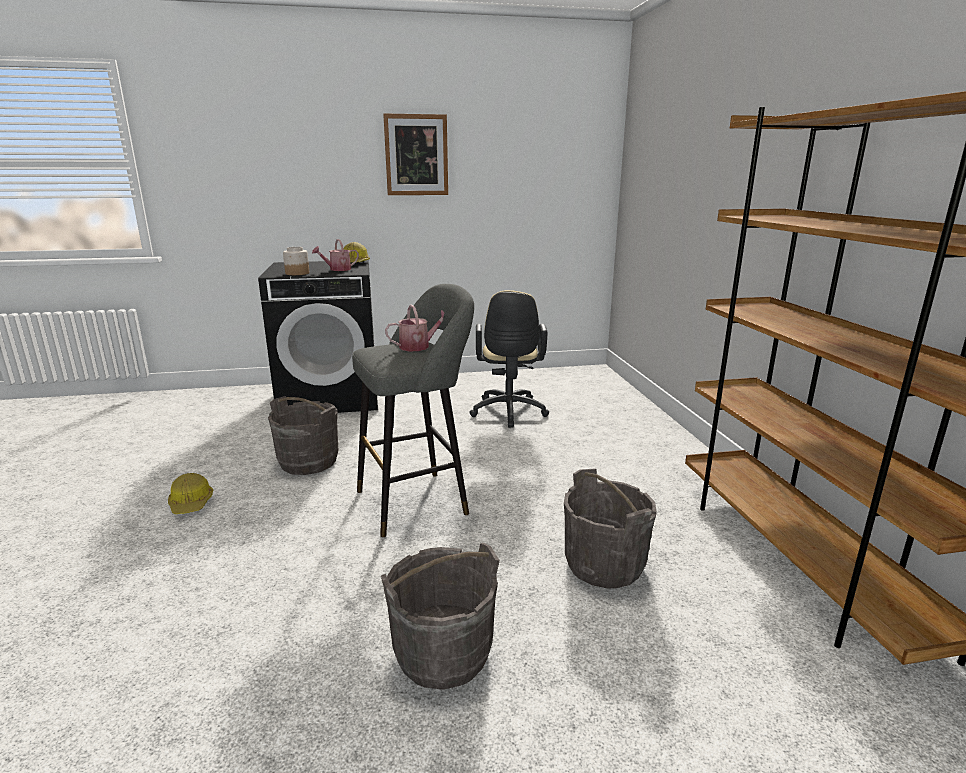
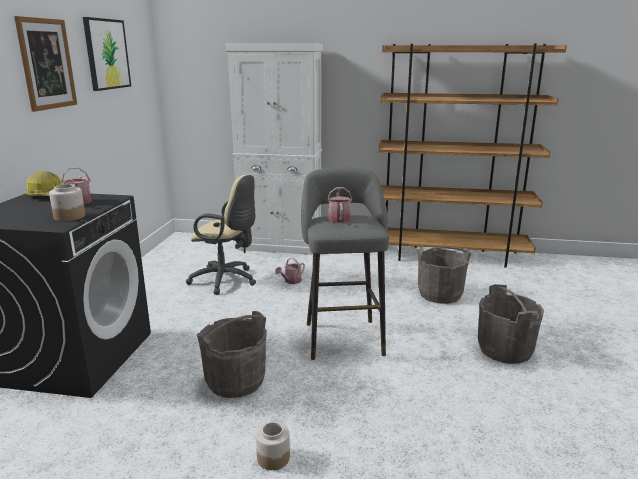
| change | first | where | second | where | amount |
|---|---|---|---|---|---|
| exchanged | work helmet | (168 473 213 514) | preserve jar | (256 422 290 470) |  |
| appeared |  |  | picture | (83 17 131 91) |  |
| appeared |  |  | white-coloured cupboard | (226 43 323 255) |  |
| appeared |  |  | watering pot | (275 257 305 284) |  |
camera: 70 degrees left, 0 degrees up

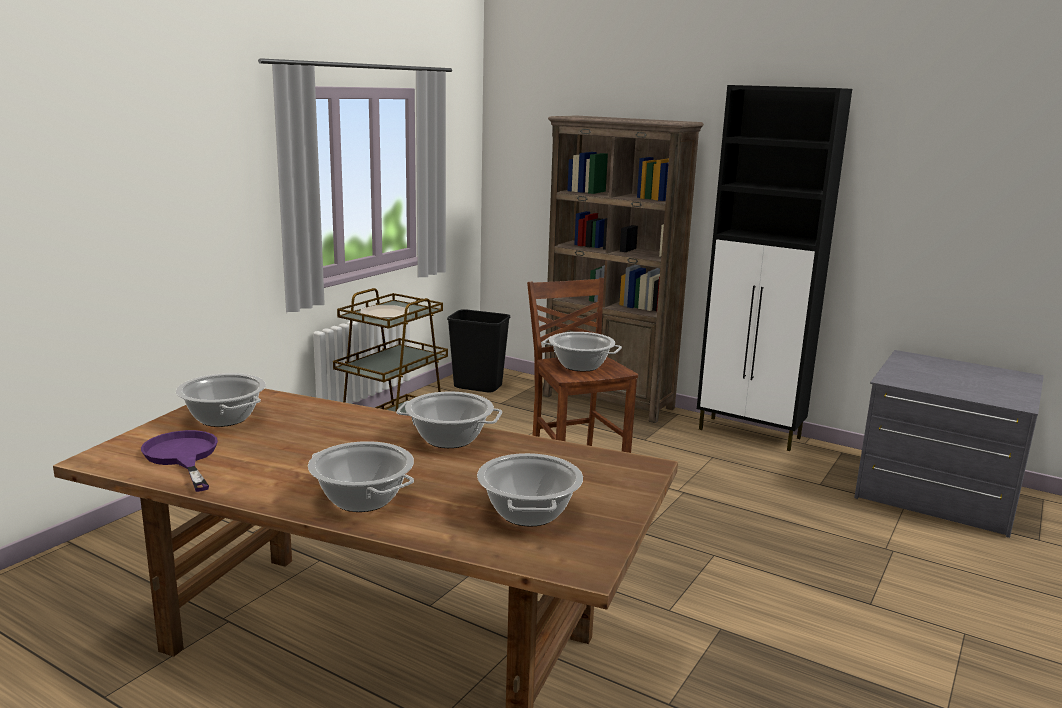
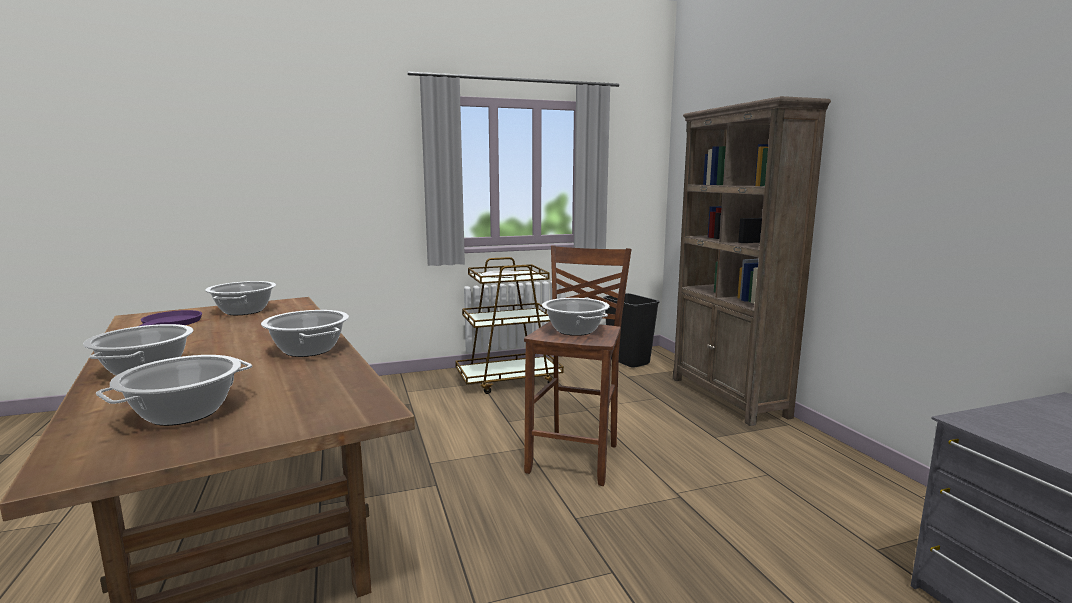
| change | first | where | second | where | amount |
|---|---|---|---|---|---|
| missing | blackish cupboard | (697 85 852 451) |  |  |  |
camera: 40 degrees right, 5 degrees down

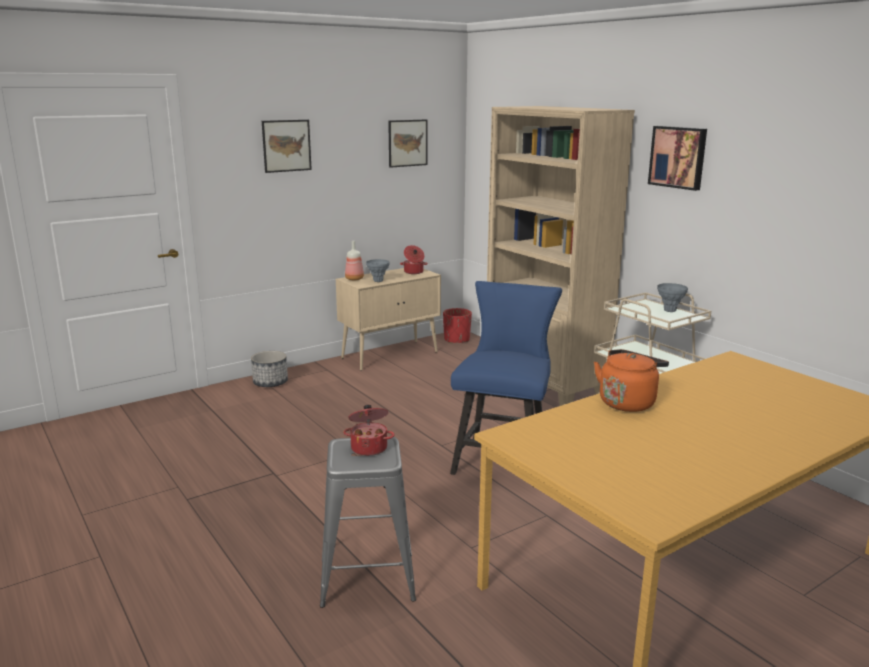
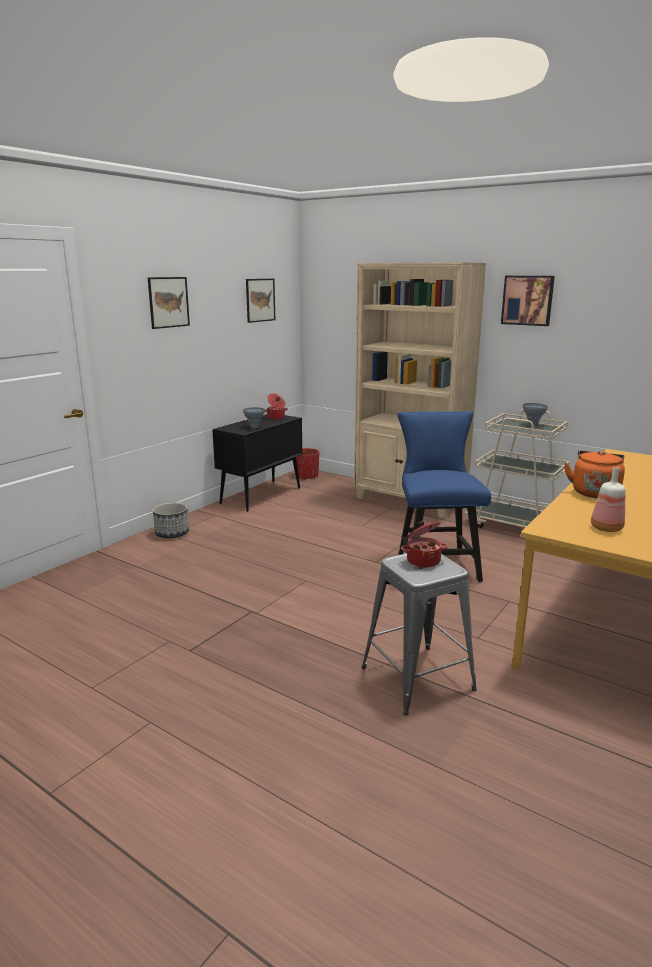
| change | first | where | second | where | amount |
|---|---|---|---|---|---|
| relocated | beverage bottle | (345 241 364 280) |  | (591 467 625 532) |  |
| colour | sand-coloured cupboard | (336 268 441 371) | blackish cupboard | (212 414 302 512) |  |
camera: 20 degrees left, 0 degrees up

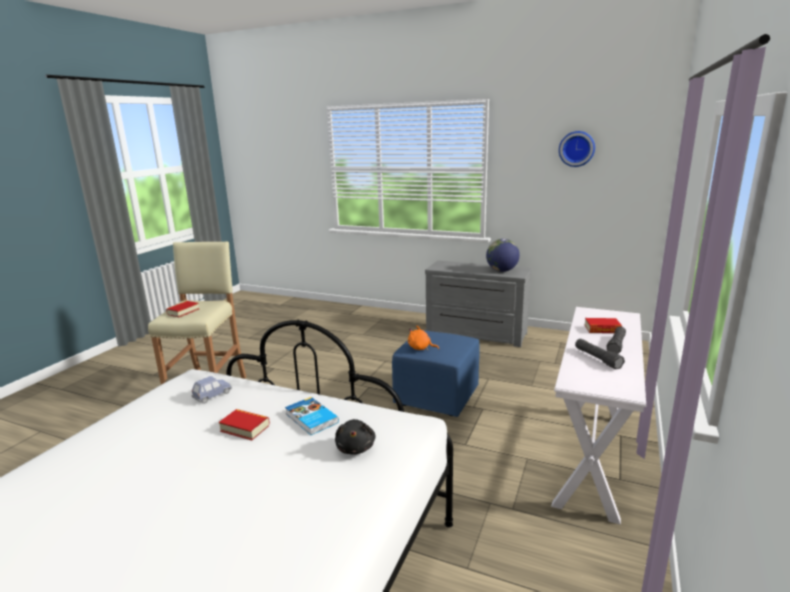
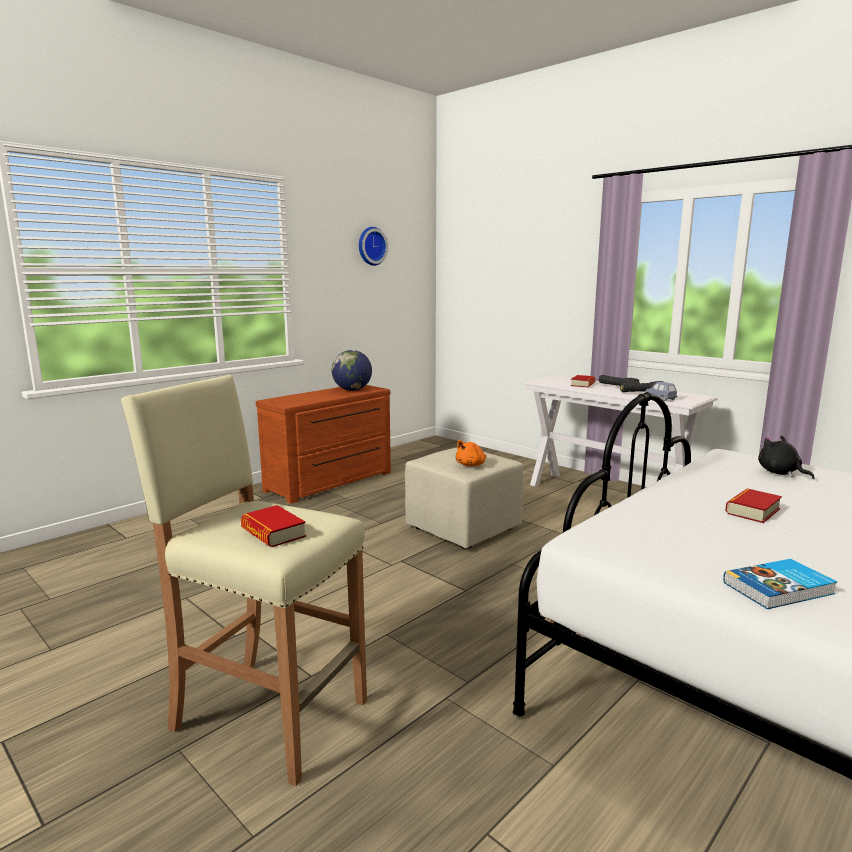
| change | first | where | second | where | amount |
|---|---|---|---|---|---|
| colour | gray dresser | (425 260 532 347) | brown dresser | (256 385 391 504) |  |
| colour | bluish footrest | (392 330 480 417) | sand-coloured footrest | (405 448 523 549) |  |
| relocated | bluish miniature car | (191 376 232 404) |  | (645 382 677 401) |  |
| relocated | bound book | (285 397 339 435) |  | (723 559 837 609) |  |
| spun | blackish soft toy | (335 419 376 455) |  | (758 435 814 479) | 135 degrees counterclockwise |
camera: 70 degrees left, 5 degrees down

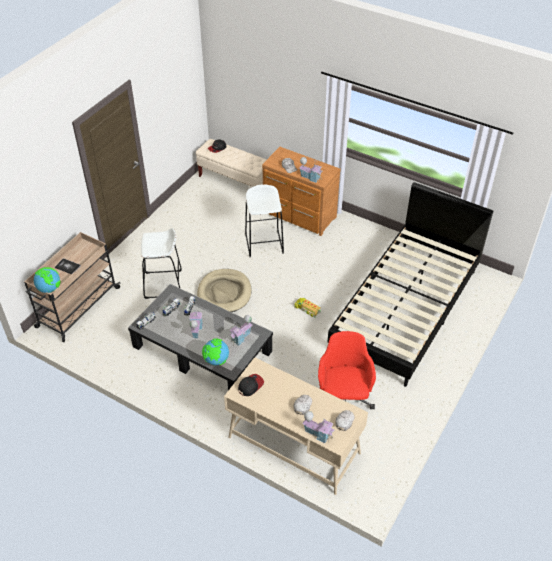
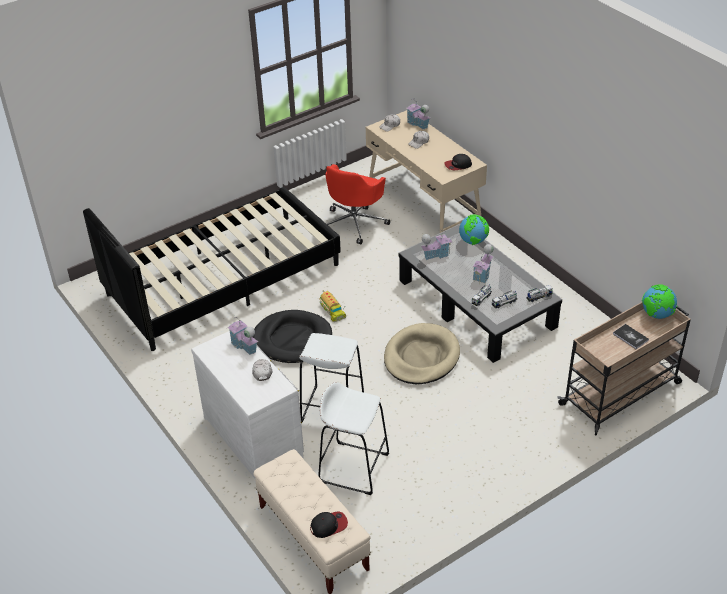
| change | first | where | second | where | amount |
|---|---|---|---|---|---|
| colour | brown dresser | (262 147 341 236) | white-coloured dresser | (191 331 304 478) |  |
| relocated | white-coloured stool seat | (141 228 181 299) |  | (318 382 389 495) |  |
| appeared |  |  | blackish dog bed | (253 310 332 363) |  |
camera: 155 degrees left, 5 degrees down

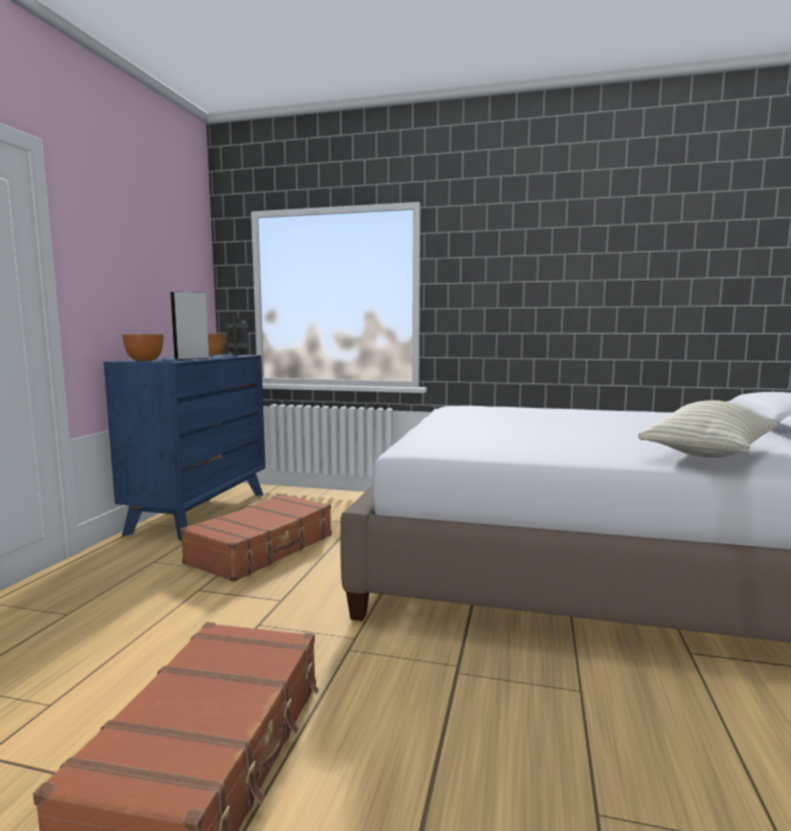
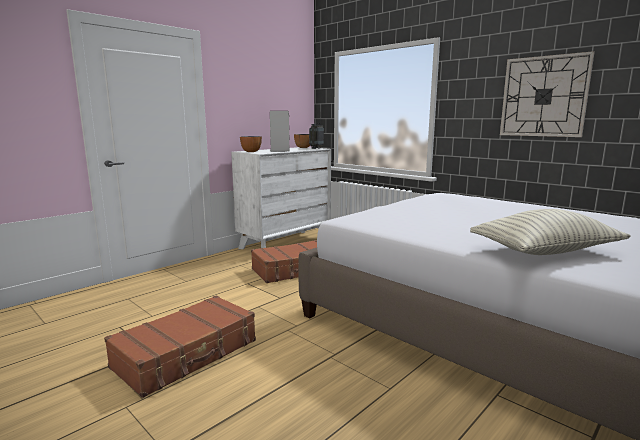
| change | first | where | second | where | amount |
|---|---|---|---|---|---|
| colour | bluish dresser | (104 355 265 542) | white-coloured dresser | (231 147 331 249) |  |
| appeared |  |  | hanging clock | (500 51 595 137) |  |
camera: 30 degrees right, 5 degrees up

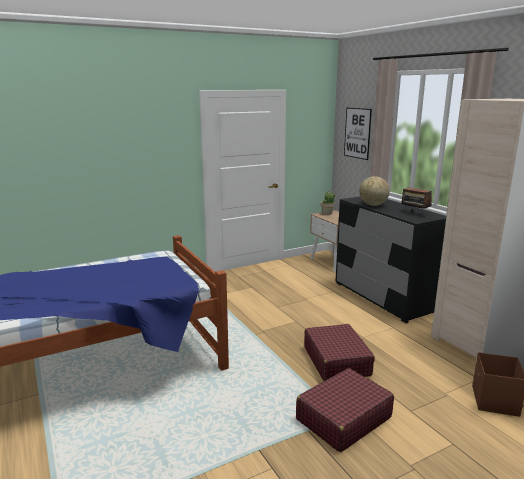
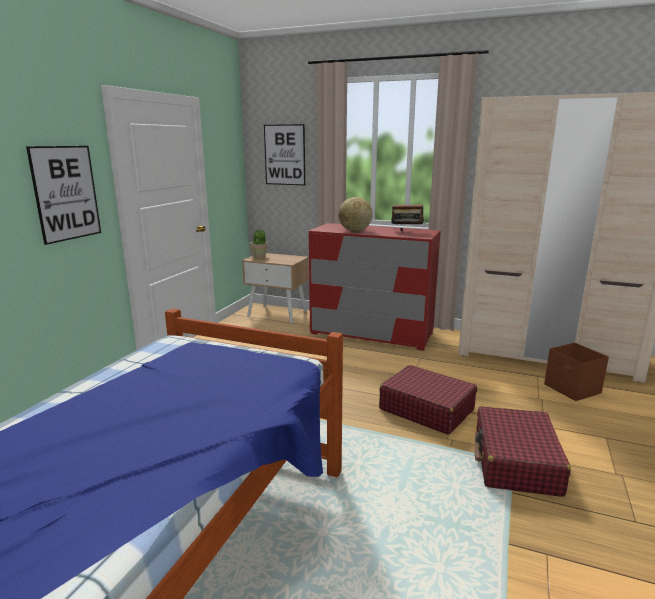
| change | first | where | second | where | amount |
|---|---|---|---|---|---|
| colour | blackish dresser | (336 196 446 323) | red-coloured dresser | (309 223 441 351) |  |
| appeared |  |  | picture | (26 146 101 245) |  |
camera: 40 degrees left, 0 degrees up

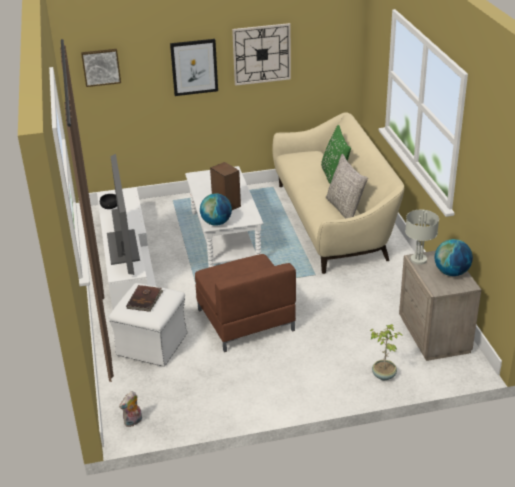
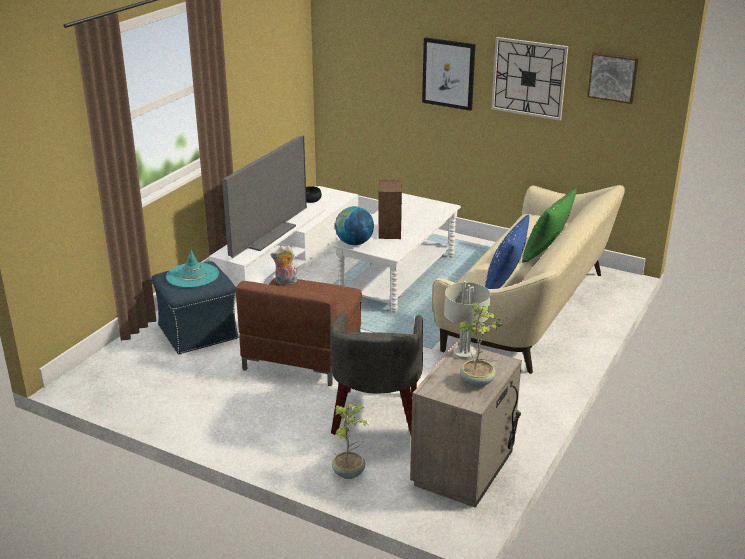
| change | first | where | second | where | amount |
|---|---|---|---|---|---|
| relocated | picture | (81 49 121 87) |  | (587 52 639 104) |  |
| colour | gray throw pillow | (326 154 368 218) | bluish throw pillow | (485 215 529 289) |  |
| exchanged | desk globe | (435 239 473 276) | potted plant | (457 302 506 388) |  |
| colour | white-coloured footrest | (109 283 188 367) | bluish footrest | (151 261 239 354) |  |
| exchanged | brown bound book | (126 285 164 312) | turquoise-coloured clothing hat | (166 248 219 288) |  |
| relocated | soft toy | (119 391 142 427) |  | (271 245 297 285) |  |
| appeared |  |  | gray easy chair | (330 311 423 435) |  |
camera: 40 degrees right, 5 degrees down

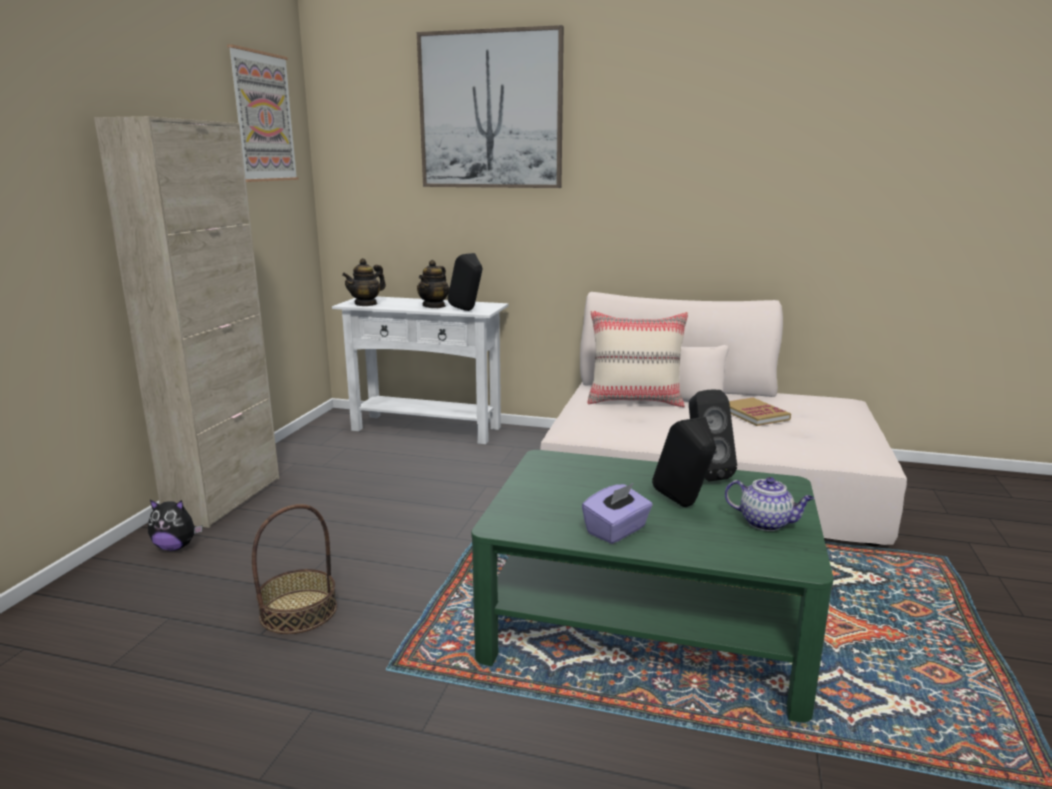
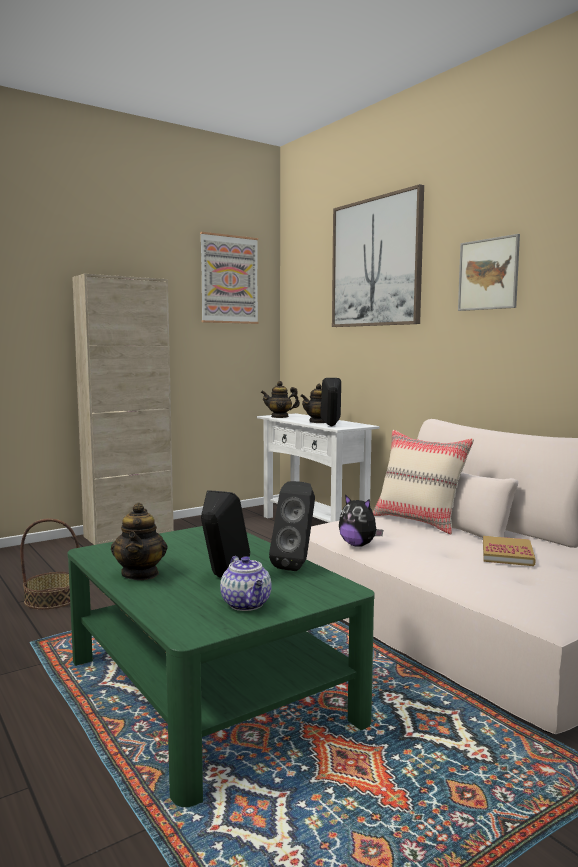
| change | first | where | second | where | amount |
|---|---|---|---|---|---|
| exchanged | purple box of tissues | (582 483 653 544) | pot for tea | (111 503 167 580) |  |
| relocated | soft toy | (148 500 202 551) |  | (339 494 383 547) |  |
| appeared |  |  | picture | (458 234 520 311) |  |
camera: 40 degrees right, 10 degrees down

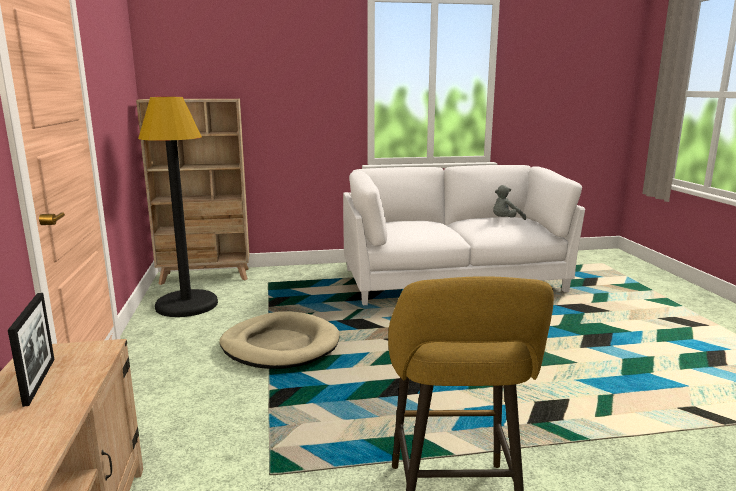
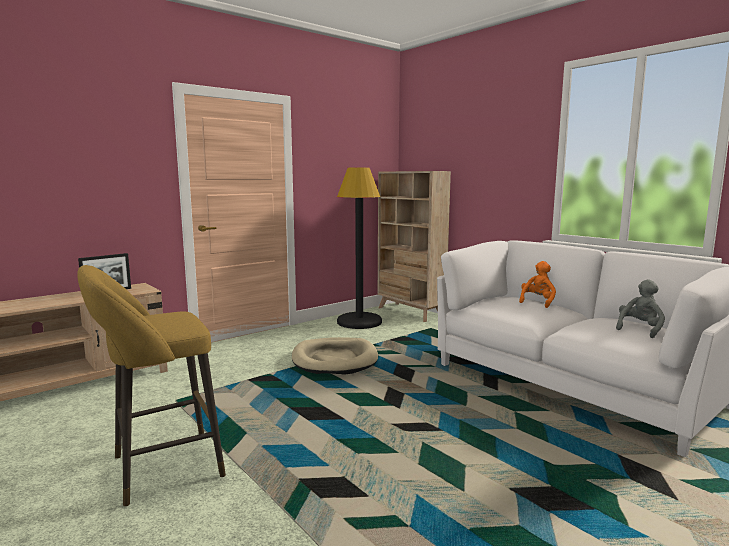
| change | first | where | second | where | amount |
|---|---|---|---|---|---|
| spun | gray soft toy | (493 185 526 220) |  | (616 279 665 338) | 105 degrees clockwise |
| appeared |  |  | orangey soft toy | (519 261 556 308) |  |
camera: 60 degrees right, 5 degrees down

